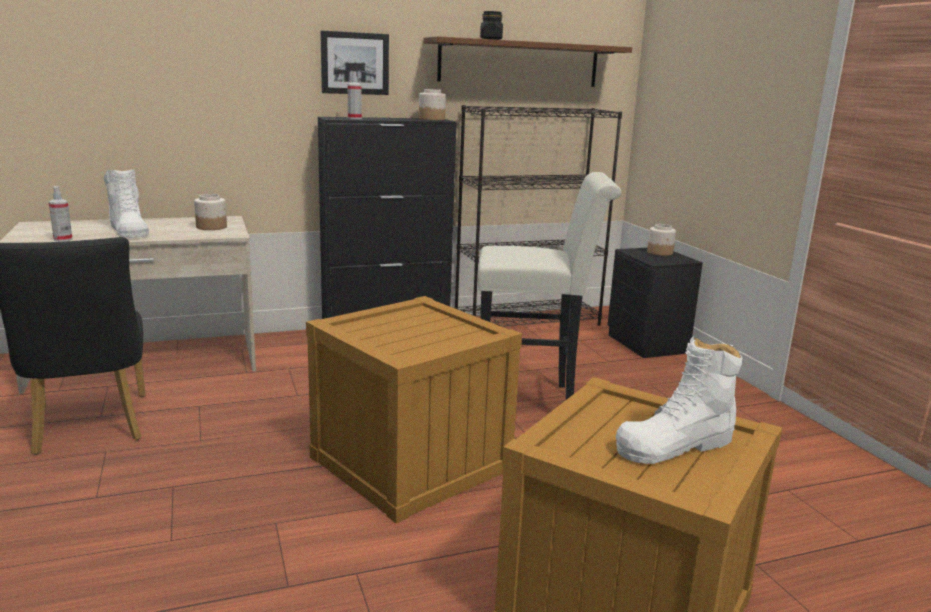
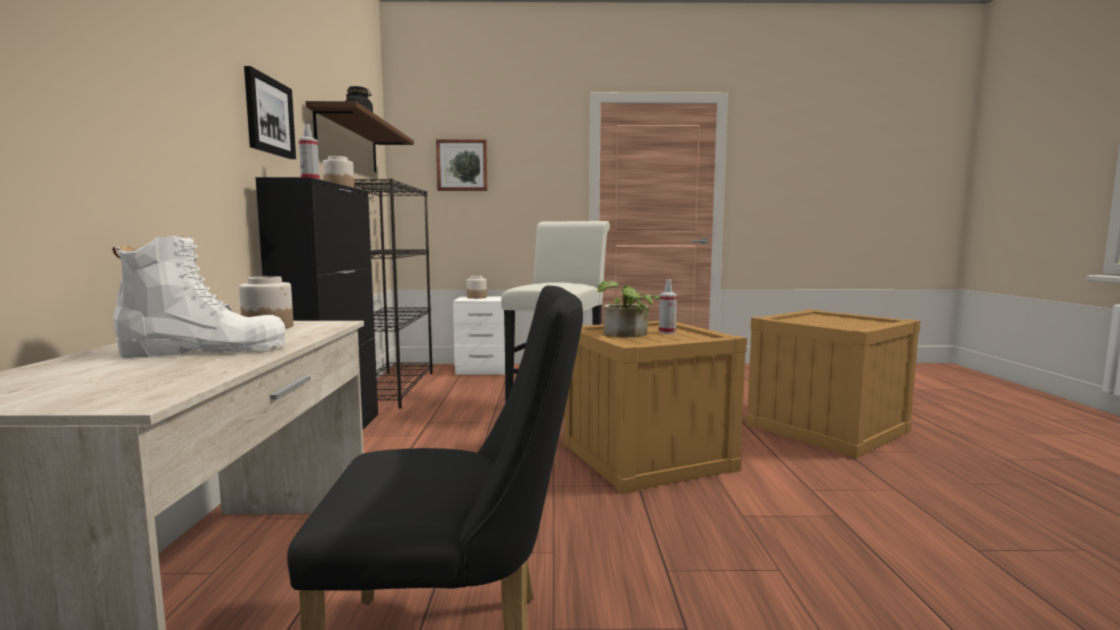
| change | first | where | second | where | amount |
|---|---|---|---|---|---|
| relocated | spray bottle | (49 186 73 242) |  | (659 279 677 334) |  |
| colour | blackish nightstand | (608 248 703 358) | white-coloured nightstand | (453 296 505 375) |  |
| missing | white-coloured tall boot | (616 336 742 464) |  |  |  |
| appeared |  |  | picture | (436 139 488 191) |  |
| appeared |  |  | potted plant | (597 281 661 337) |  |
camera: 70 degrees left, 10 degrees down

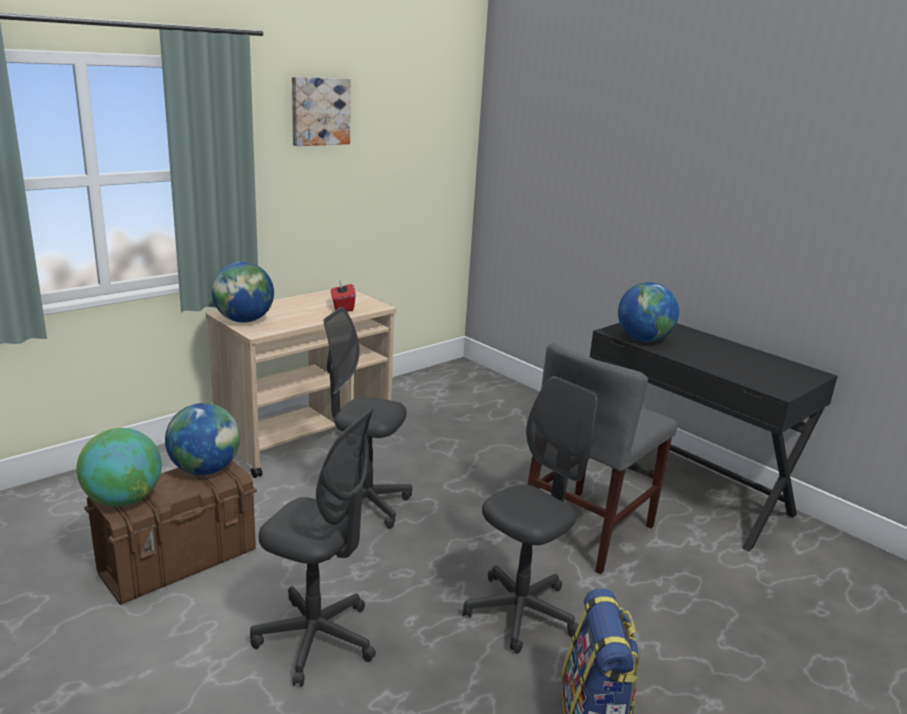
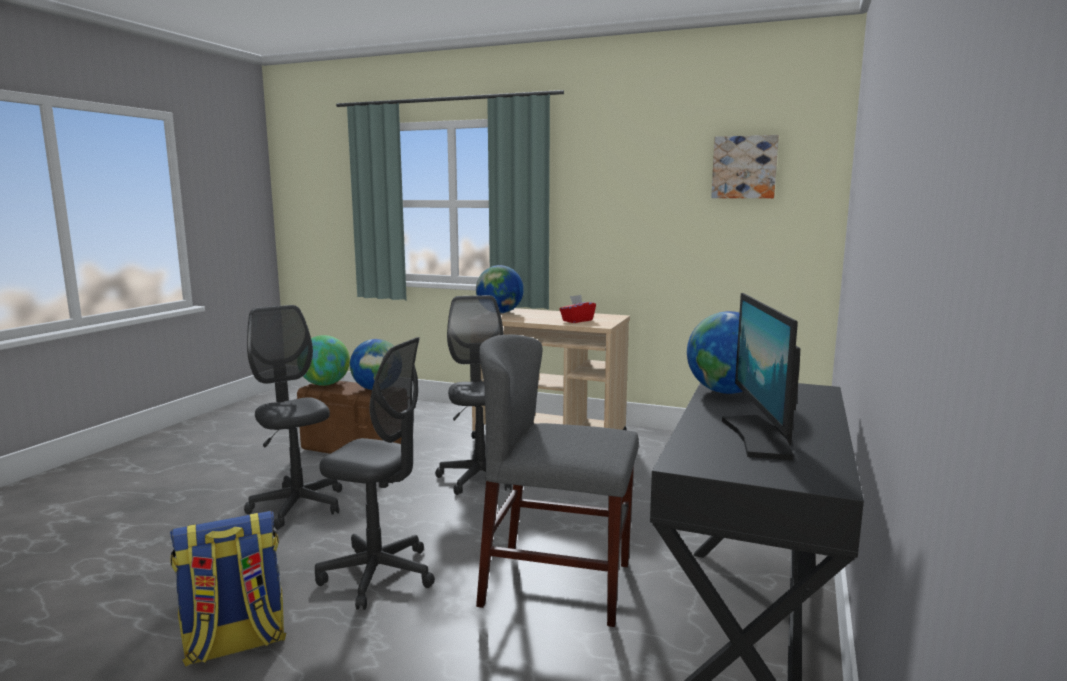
| change | first | where | second | where | amount |
|---|---|---|---|---|---|
| relocated | picture | (292 77 351 146) |  | (711 135 779 198) |  |
| spun | gray desk chair | (250 409 376 687) |  | (244 305 342 530) | 150 degrees clockwise |
| appeared |  |  | computer screen | (722 293 800 460) |  |
camera: 65 degrees right, 10 degrees down

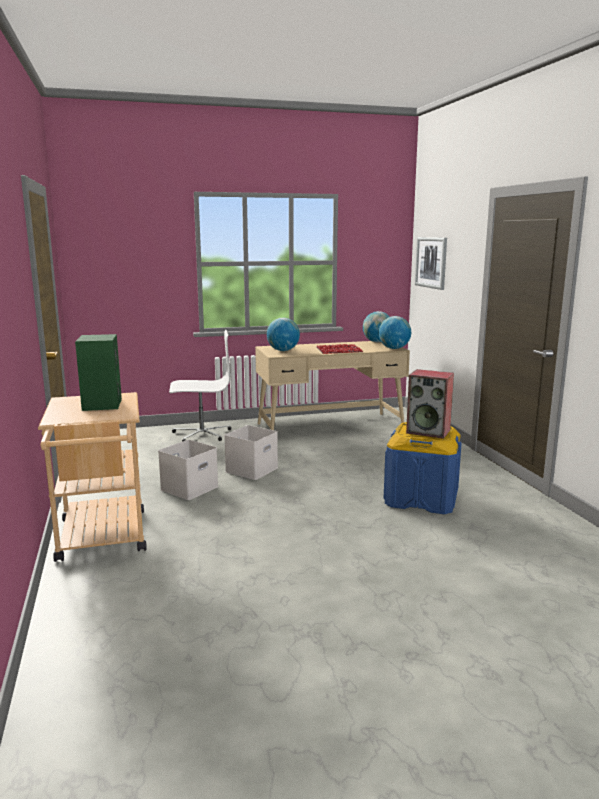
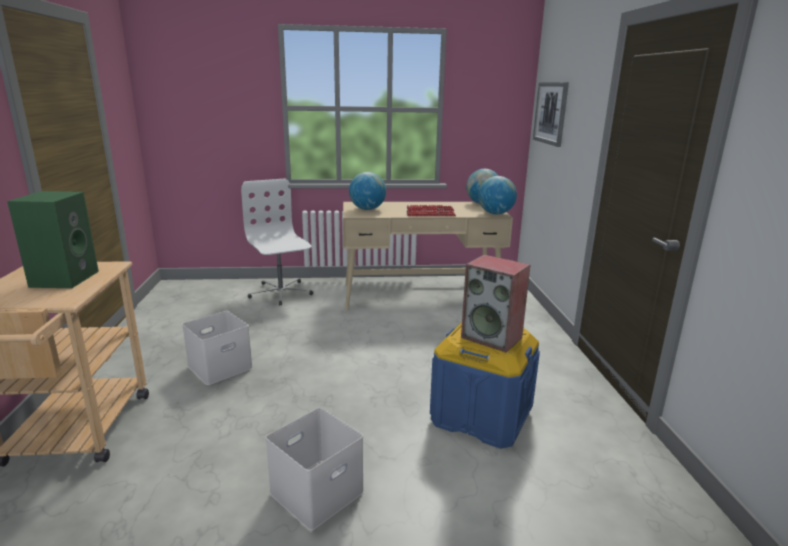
| change | first | where | second | where | amount |
|---|---|---|---|---|---|
| spun | white-coloured desk chair | (169 330 231 442) |  | (241 179 313 305) | 120 degrees counterclockwise |
| relocated | white-coloured storage bin | (224 425 278 480) |  | (265 408 364 531) |  |
camera: 10 degrees right, 5 degrees up

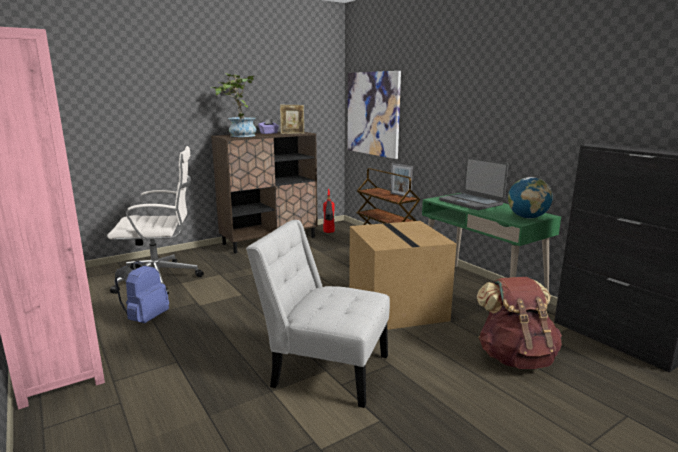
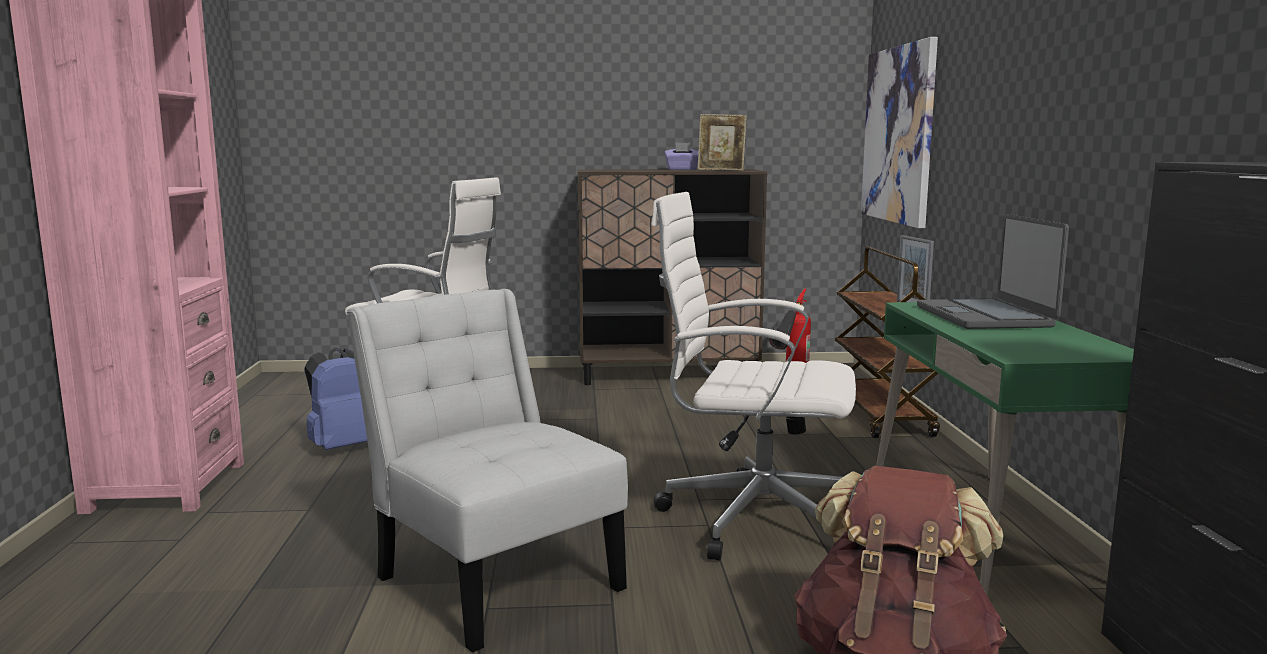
| change | first | where | second | where | amount |
|---|---|---|---|---|---|
| missing | potted plant | (210 73 257 137) |  |  |  |
| missing | desk globe | (508 177 553 219) |  |  |  |
| exchanged | packing box | (349 221 456 330) | white-coloured desk chair | (651 192 856 561) |  |
camera: 30 degrees right, 5 degrees down

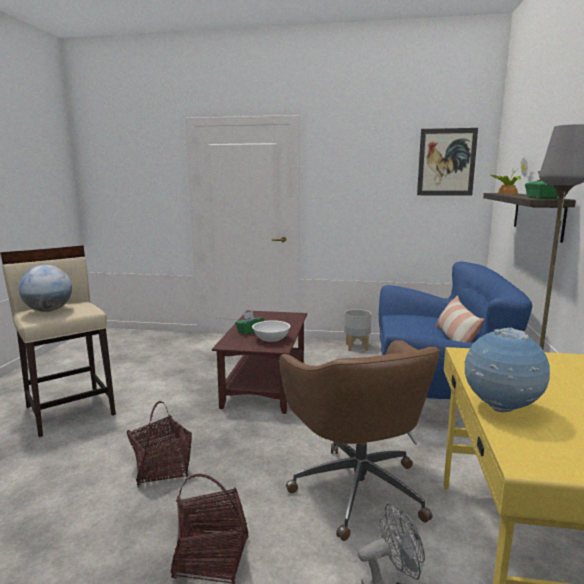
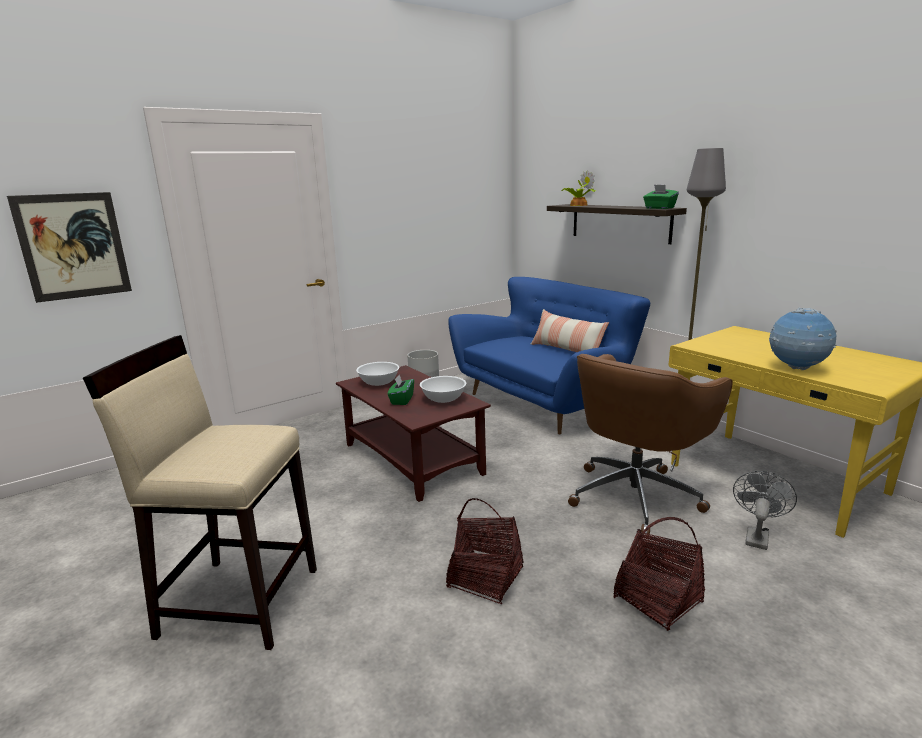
| change | first | where | second | where | amount |
|---|---|---|---|---|---|
| relocated | picture | (417 128 478 196) |  | (7 192 132 303) |  |
| missing | desk globe | (19 265 72 312) |  |  |  |
| spun | brown desk chair | (279 340 441 541) |  | (568 354 733 536) | 105 degrees clockwise |
| appeared |  |  | white-coloured serving bowl | (356 362 399 386) |  |
camera: 45 degrees left, 5 degrees up

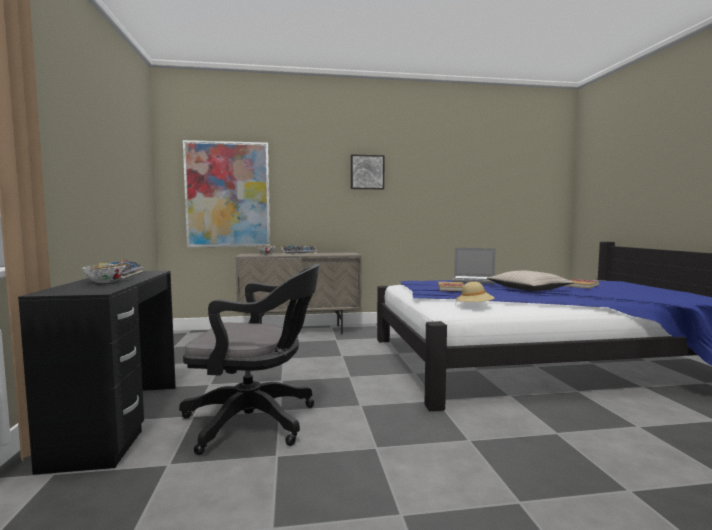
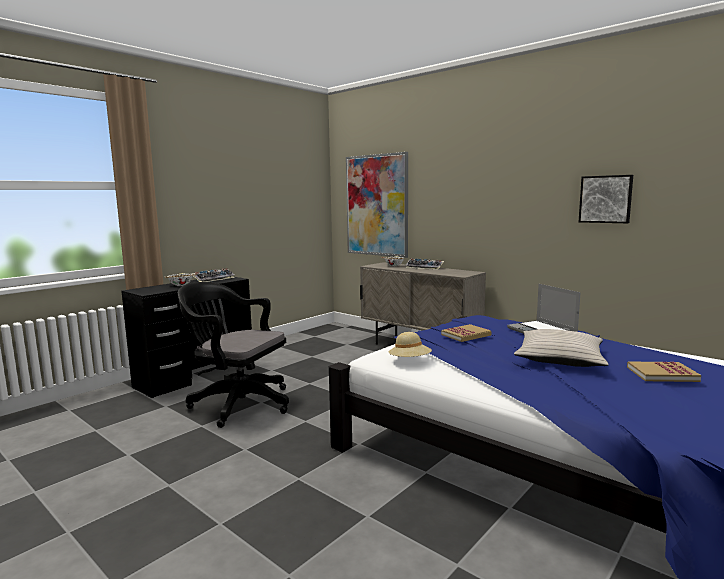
| change | first | where | second | where | amount |
|---|---|---|---|---|---|
| relocated | picture | (351 154 384 189) |  | (579 175 633 223) |  |
| spun | blackish desk chair | (179 264 320 455) |  | (178 282 289 428) | 150 degrees clockwise |
camera: 50 degrees right, 5 degrees up

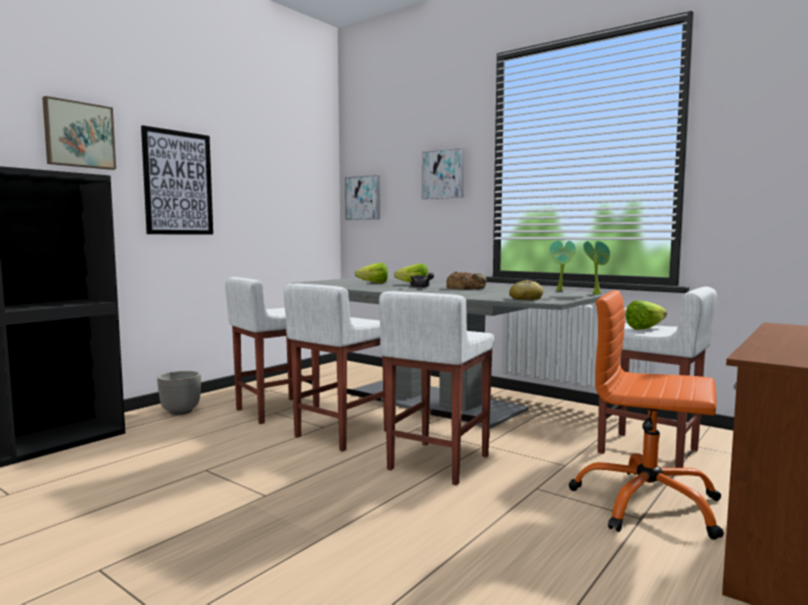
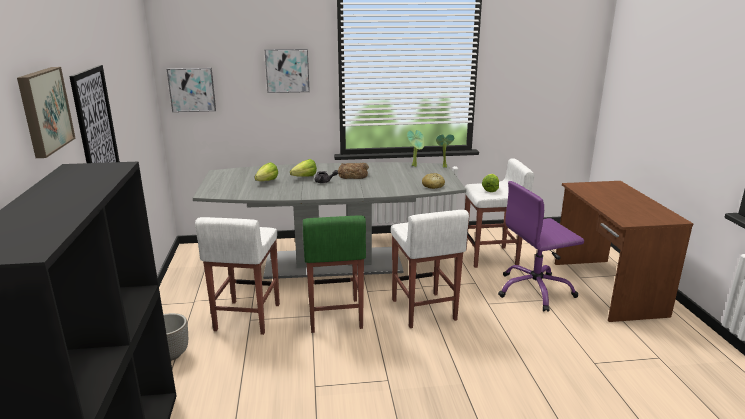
| change | first | where | second | where | amount |
|---|---|---|---|---|---|
| colour | white-coloured stool seat | (284 283 386 452) | greenish stool seat | (303 216 366 333) |  |
| colour | orangey desk chair | (569 290 724 540) | purple desk chair | (498 181 584 312) |  |
camera: 45 degrees left, 15 degrees up

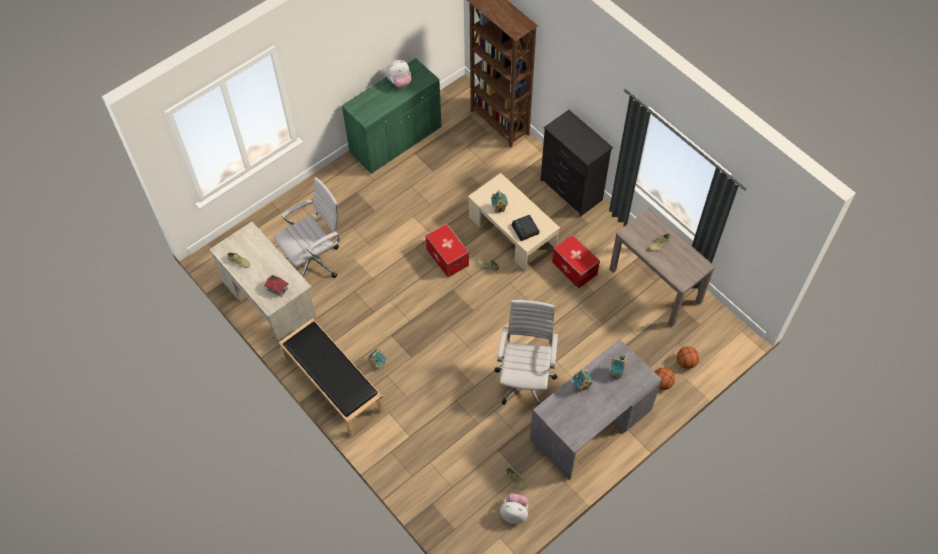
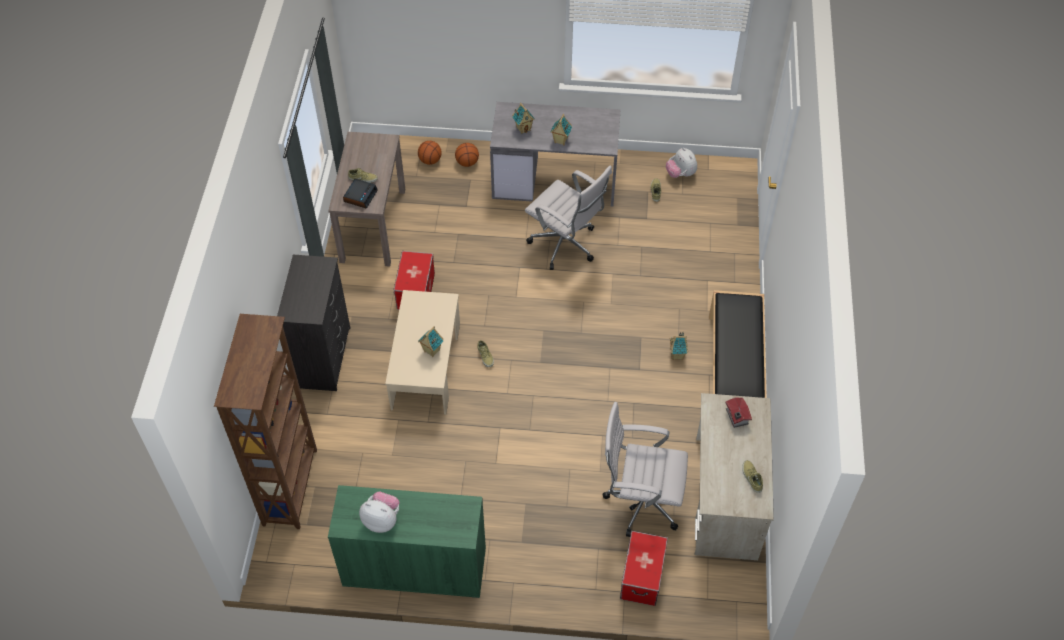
| change | first | where | second | where | amount |
|---|---|---|---|---|---|
| relocated | bedside clock | (512 215 539 241) |  | (343 179 378 209) |  |
| relocated | storage bin | (425 223 469 277) |  | (620 531 668 606) |  |
| spun | white-coloured desk chair | (495 300 558 406) |  | (525 165 612 270) | 105 degrees counterclockwise |
camera: 135 degrees left, 5 degrees down

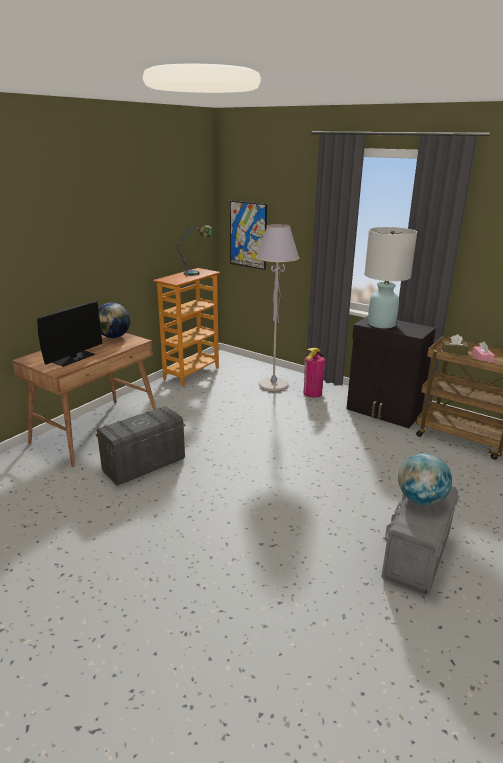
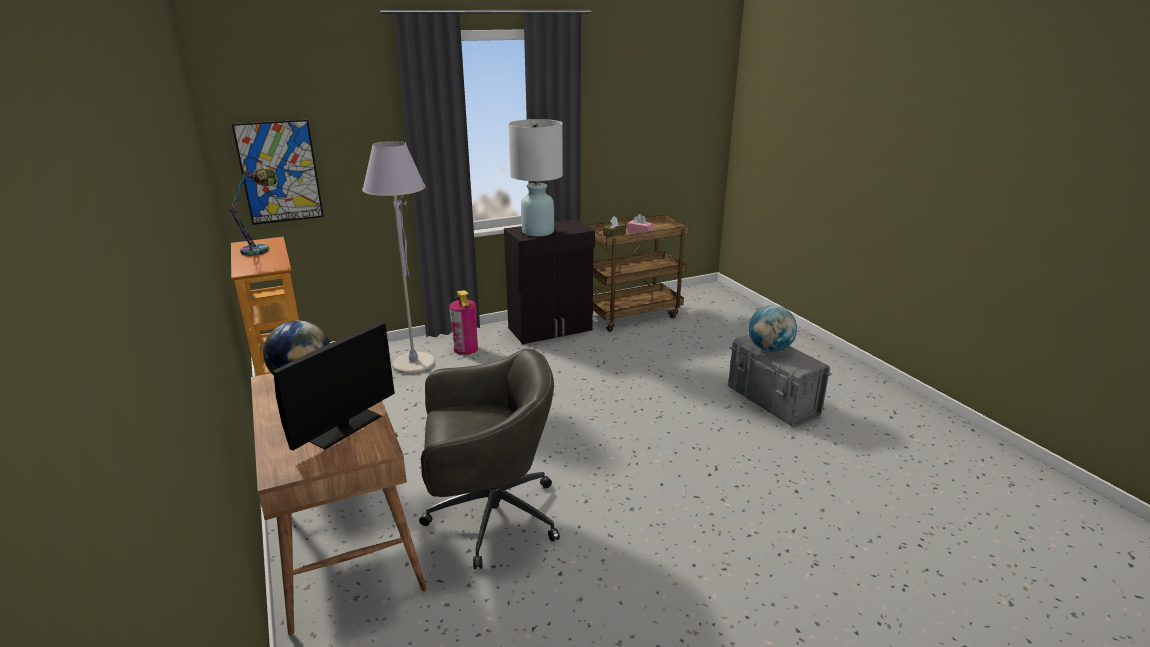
| change | first | where | second | where | amount |
|---|---|---|---|---|---|
| spun | computer screen | (37 301 102 367) |  | (273 322 395 451) | 60 degrees clockwise |
| exchanged | gray storage bin | (95 406 185 486) | gray desk chair | (419 349 560 569) |  |
camera: 60 degrees left, 0 degrees up

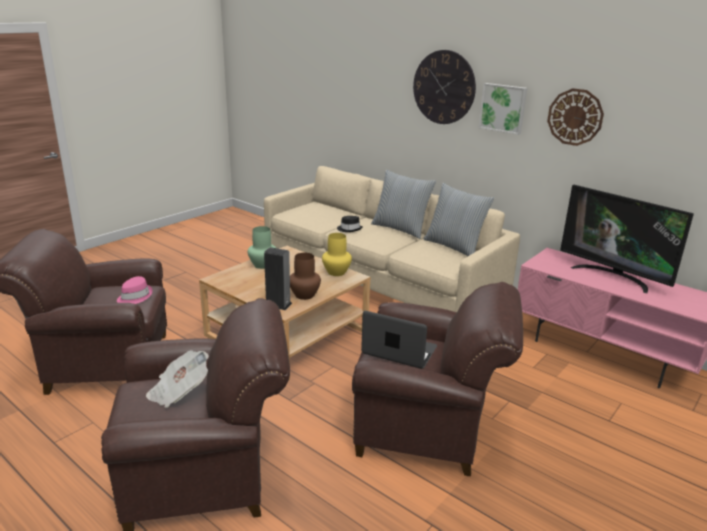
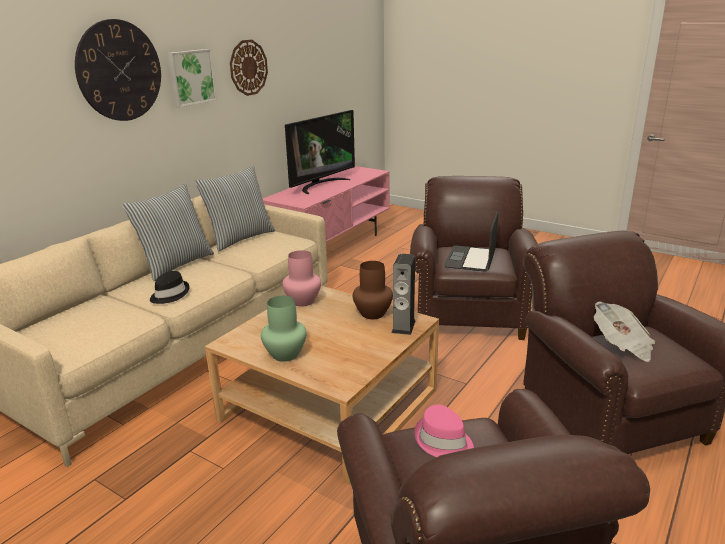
| change | first | where | second | where | amount |
|---|---|---|---|---|---|
| colour | yellow flower vase | (322 233 352 276) | pinkish flower vase | (282 250 321 307) |  |
camera: 95 degrees left, 0 degrees up

